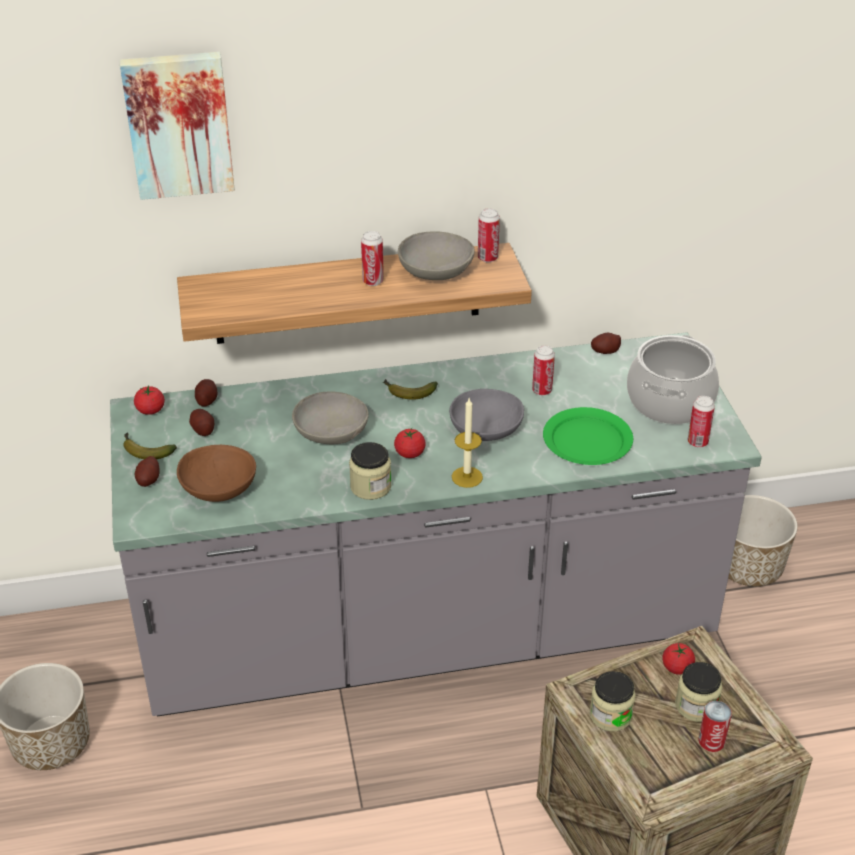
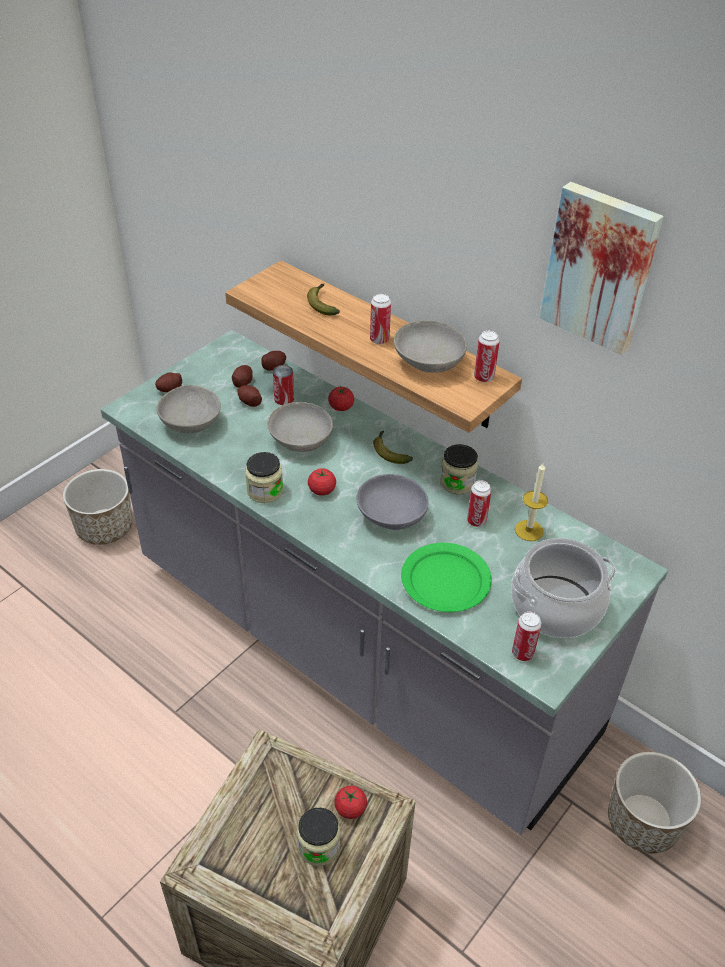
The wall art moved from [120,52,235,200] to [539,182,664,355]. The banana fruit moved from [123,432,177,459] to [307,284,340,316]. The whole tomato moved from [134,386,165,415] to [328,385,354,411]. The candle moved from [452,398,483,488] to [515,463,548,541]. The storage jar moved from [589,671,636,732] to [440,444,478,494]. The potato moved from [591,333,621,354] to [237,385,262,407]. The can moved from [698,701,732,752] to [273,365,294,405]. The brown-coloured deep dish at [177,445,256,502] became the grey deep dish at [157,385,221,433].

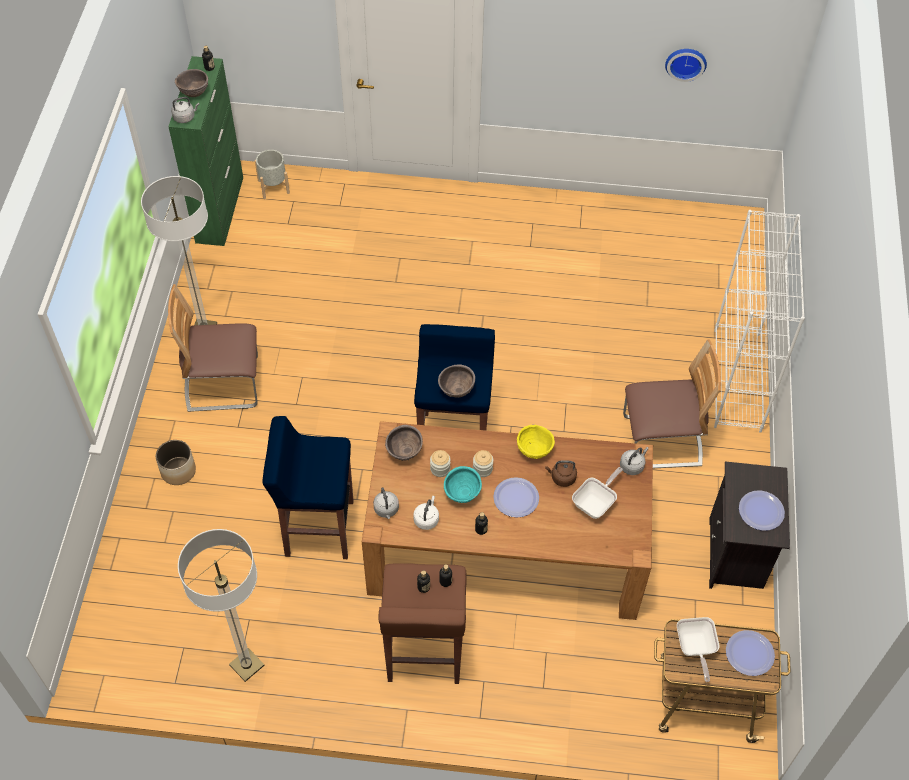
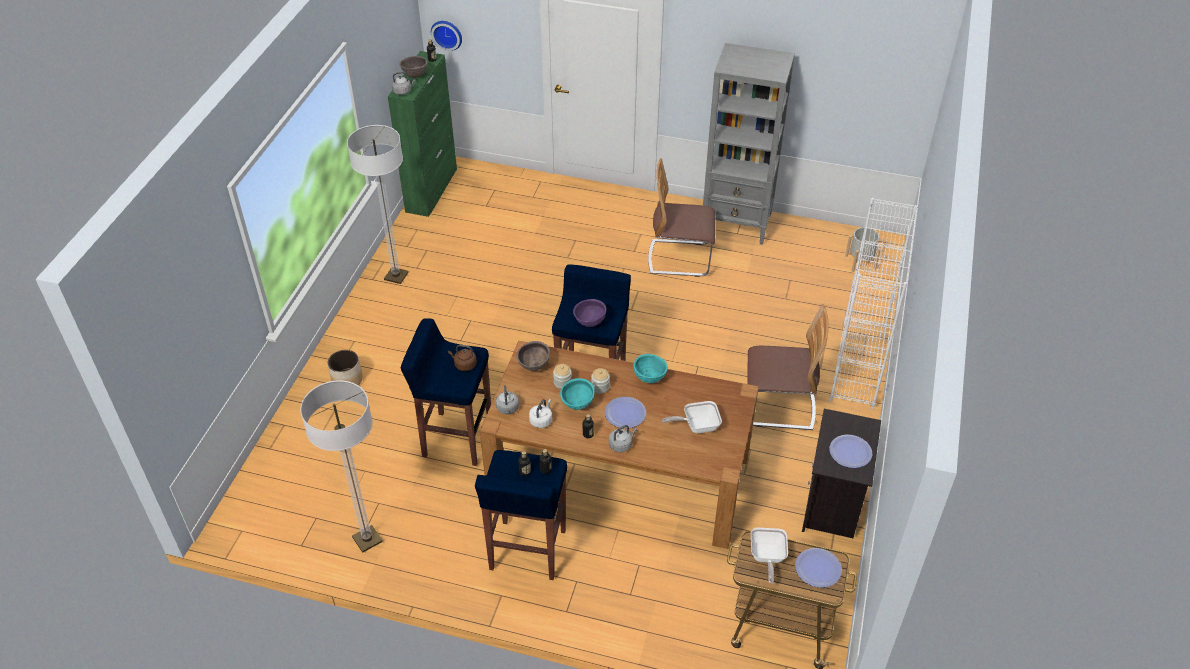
The grey bookcase at [703,43,795,245] appeared. The chair moved from [168,284,258,412] to [648,158,715,277]. The grey plant pot moved from [255,150,290,199] to [845,227,881,272]. The brown-coloured kettle moved from [545,460,577,487] to [448,345,477,371]. The grey kettle moved from [620,447,649,475] to [609,425,637,453]. The hanging clock moved from [665,49,707,82] to [431,21,462,51]. The brown-coloured stool seat at [379,563,467,684] became the blue-coloured stool seat at [475,450,567,580]. The brown-coloured deep dish at [438,364,475,398] became the purplish deep dish at [573,299,607,327]. The yellow-coloured deep dish at [517,425,555,459] became the turquoise-coloured deep dish at [633,354,668,383]. The skillet at [572,467,623,519] turned 150 degrees counterclockwise.

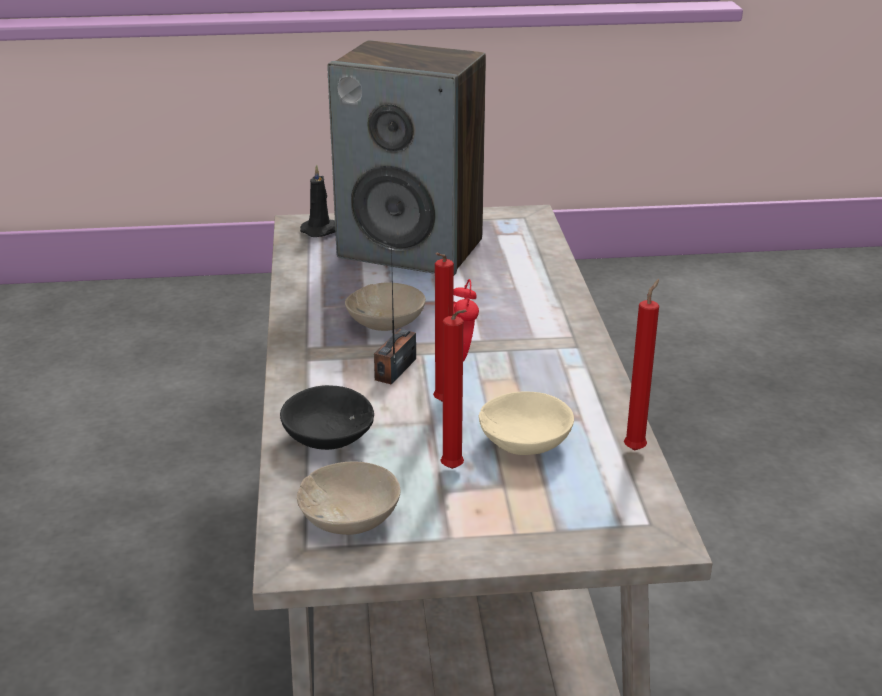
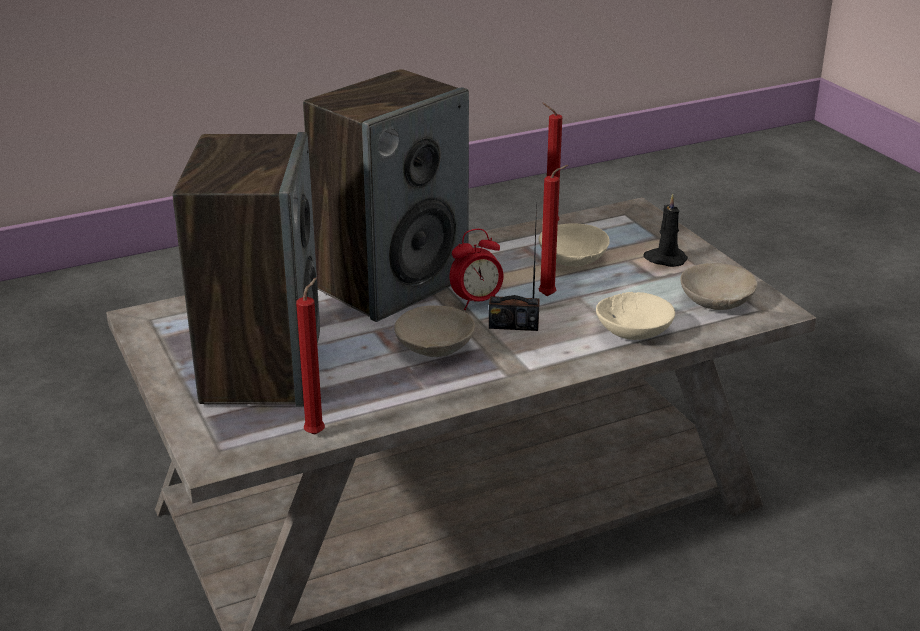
The speaker at [303,69,469,322] appeared. The blackish candle moved from [300,165,335,237] to [643,194,688,267]. The reddish candle moved from [440,310,466,469] to [296,278,325,435]. The blackish deep dish at [280,385,374,450] became the beige deep dish at [596,292,675,340].

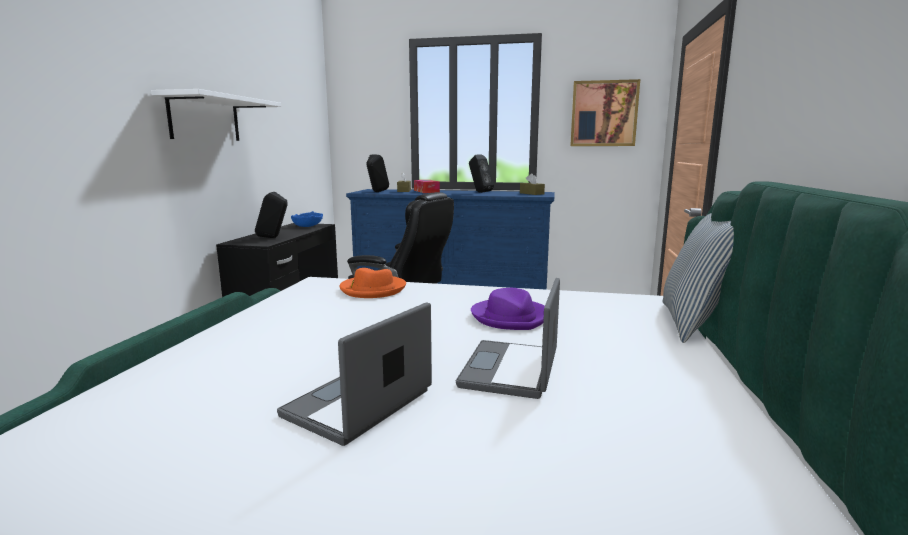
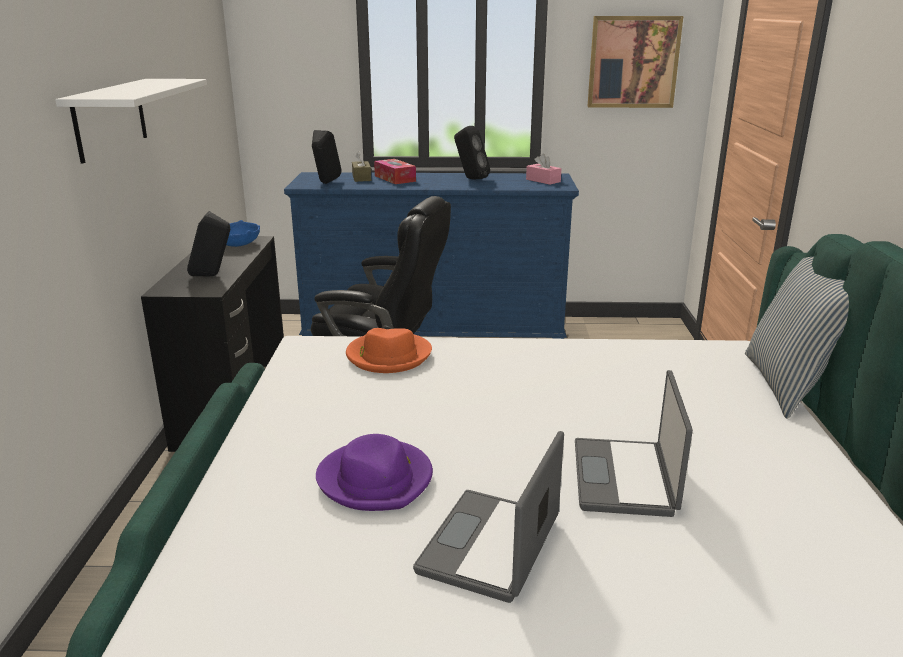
The purplish hat moved from [471,288,545,330] to [316,434,433,511]. The brown-coloured tissue holder at [520,173,545,195] became the pink-coloured tissue holder at [526,153,562,185].

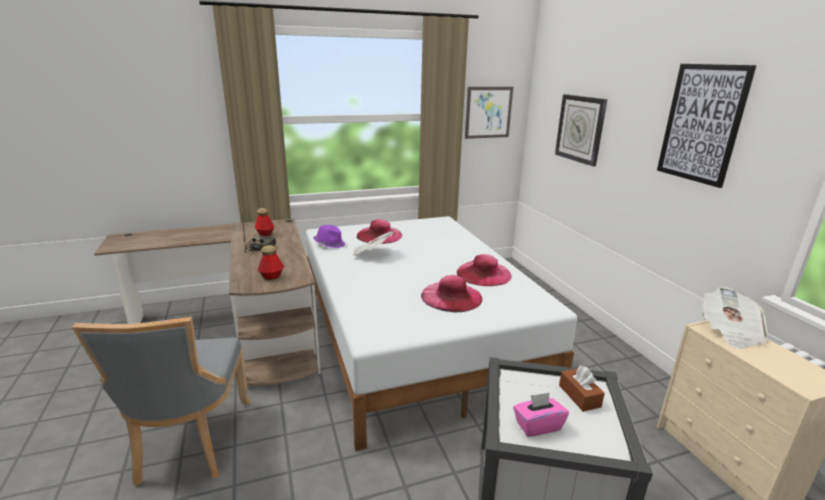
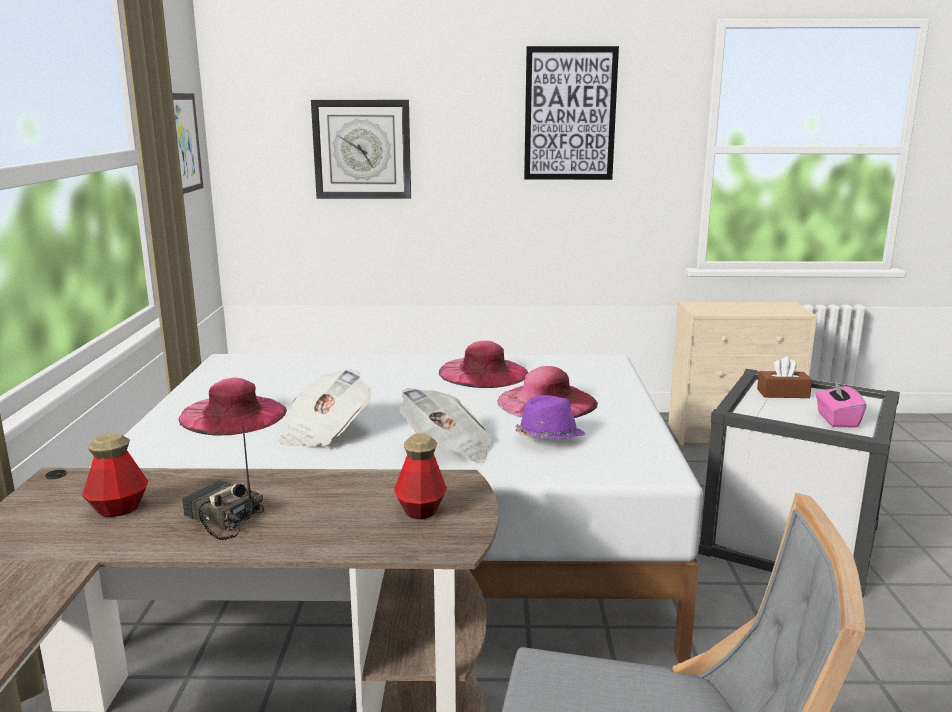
The purplish hat moved from [313,225,345,248] to [515,395,585,439]. The newspaper moved from [702,287,768,349] to [399,388,493,463].

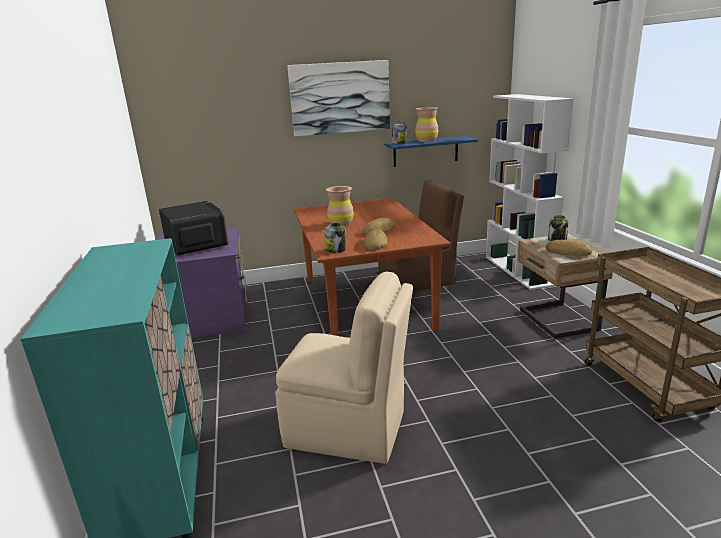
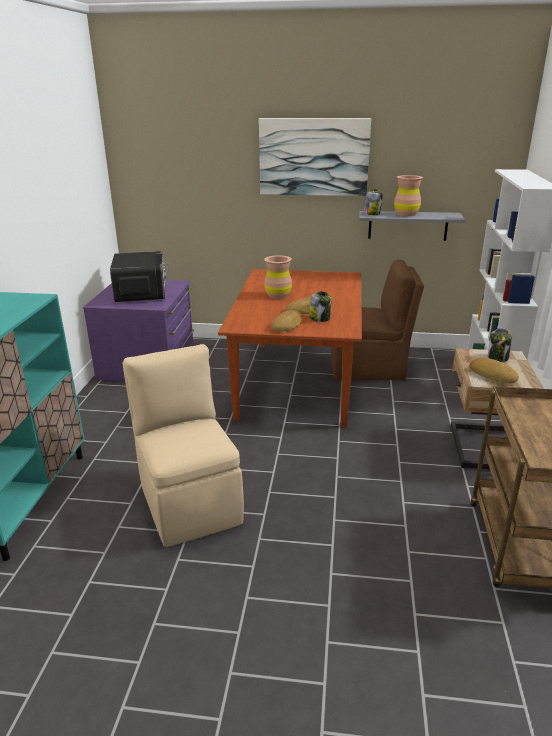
The storage jar moved from [325,223,346,253] to [309,291,332,322]. The blue-coloured shelf at [384,136,478,167] became the grey shelf at [359,211,465,241]. The beige chair at [275,272,413,464] turned 150 degrees counterclockwise.

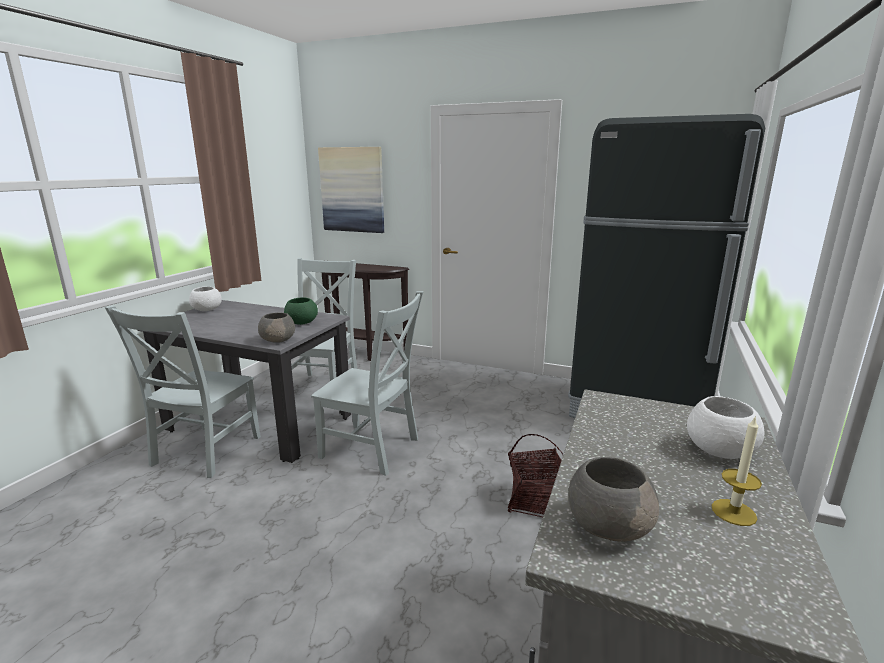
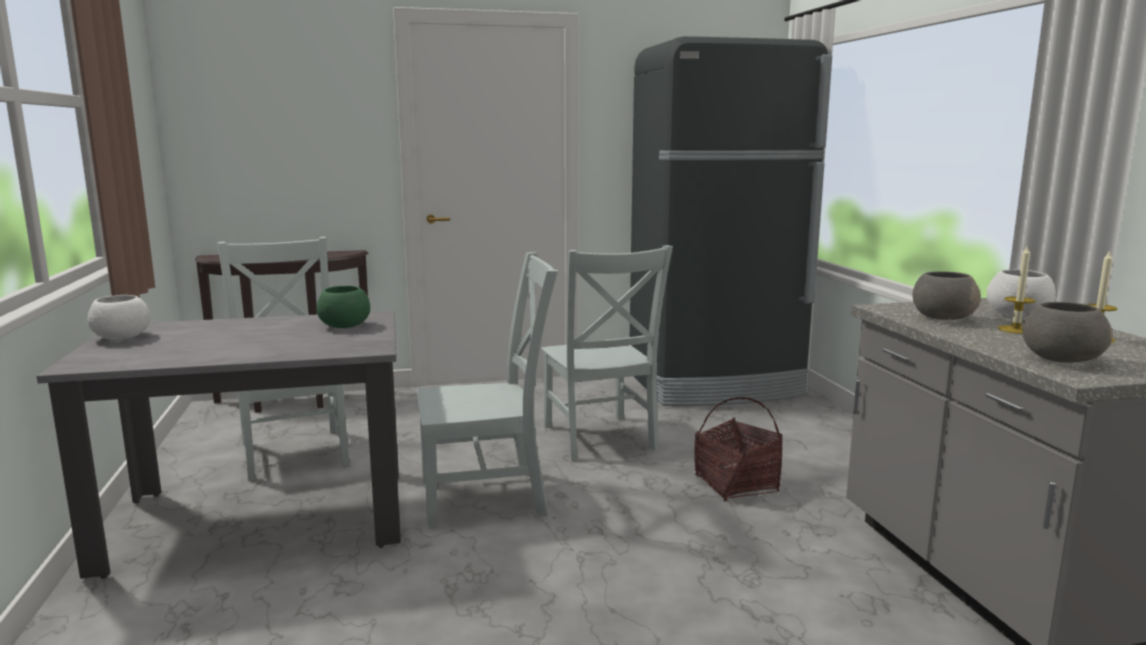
The wall art at [318,147,384,233] disappeared. The candle at [998,245,1035,334] appeared. The grey chair moved from [105,306,261,478] to [541,245,673,461]. The grey deep dish moved from [258,313,295,343] to [912,271,981,320].

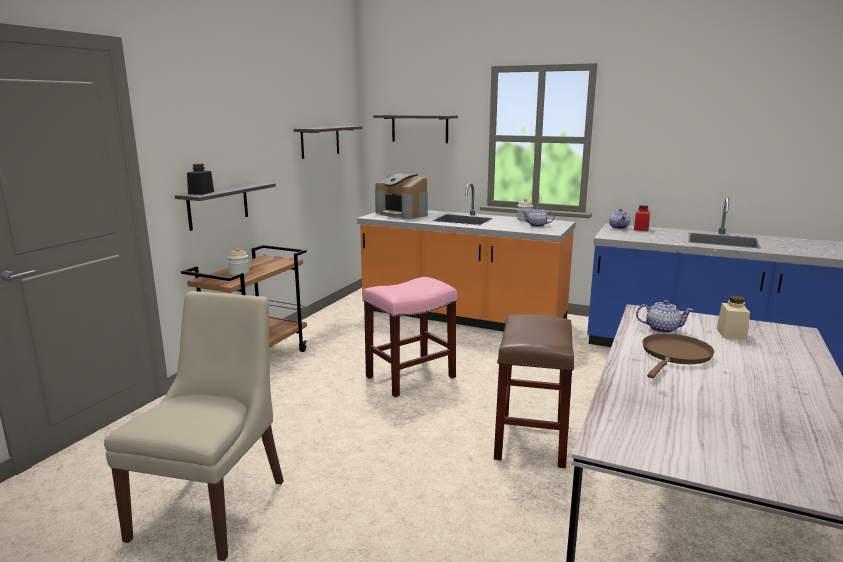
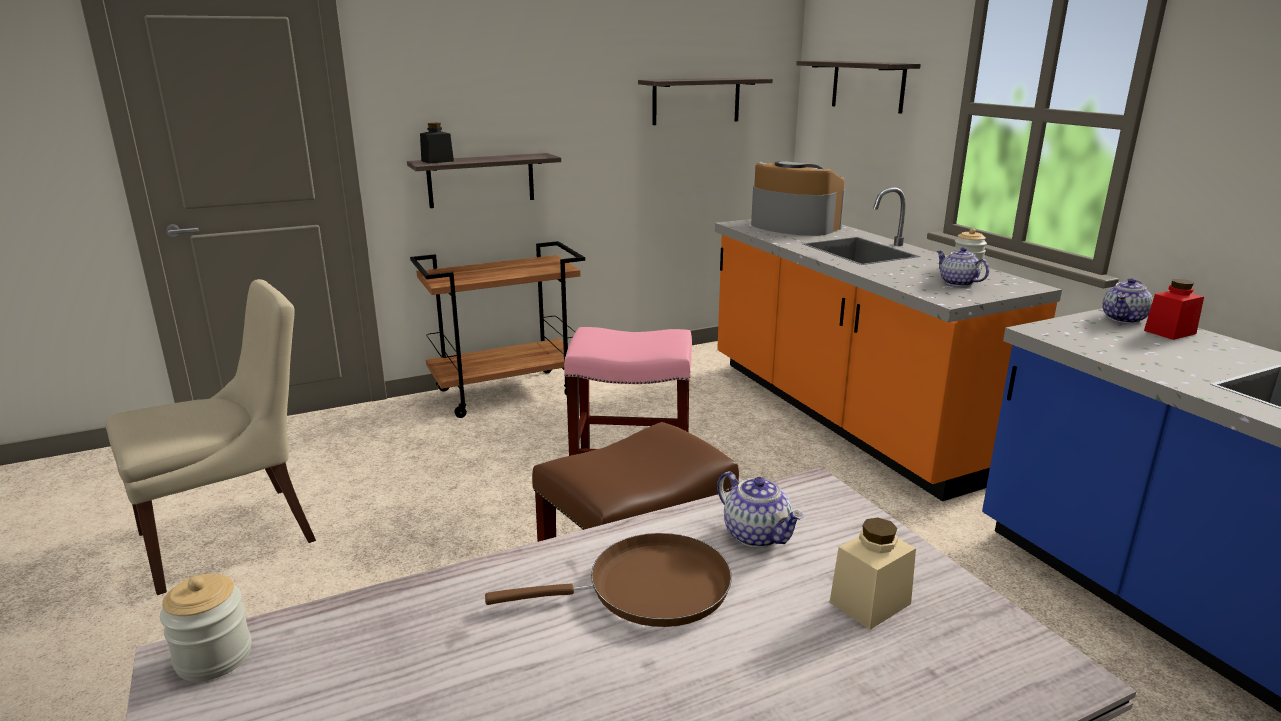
The storage jar moved from [228,248,249,276] to [160,574,251,682]. The coffee brewer at [375,173,428,219] turned 135 degrees clockwise.

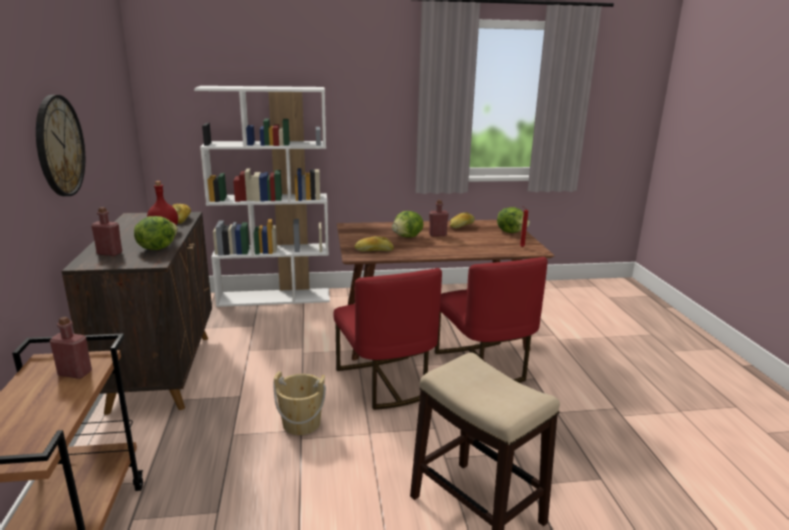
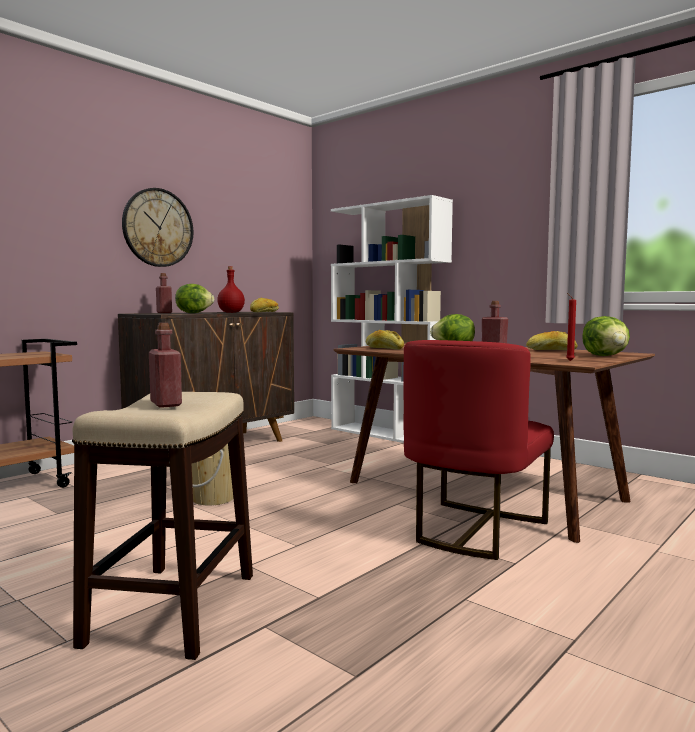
The reddish chair at [333,268,442,410] disappeared. The reddish beverage bottle moved from [50,317,92,379] to [149,323,182,408].

